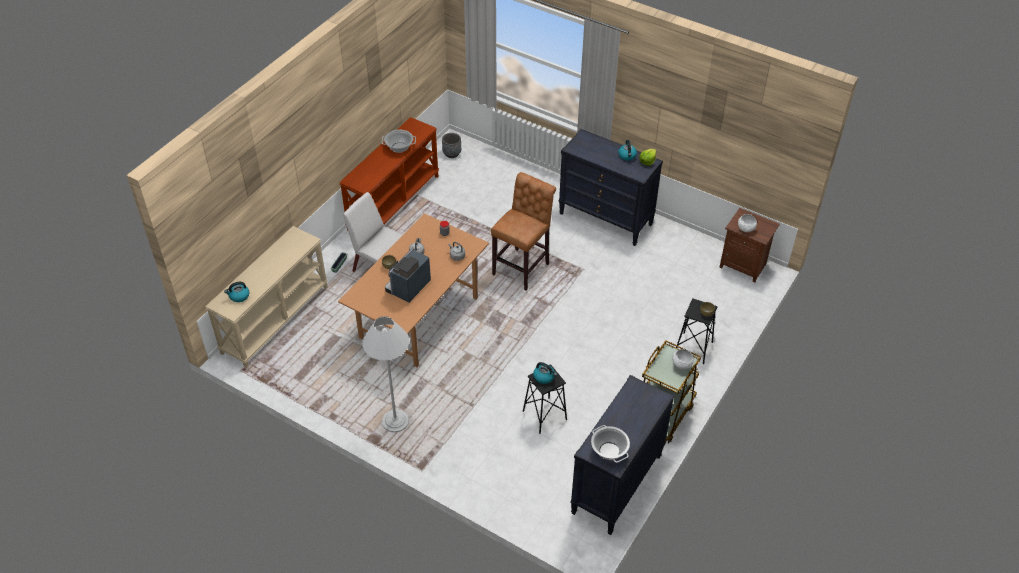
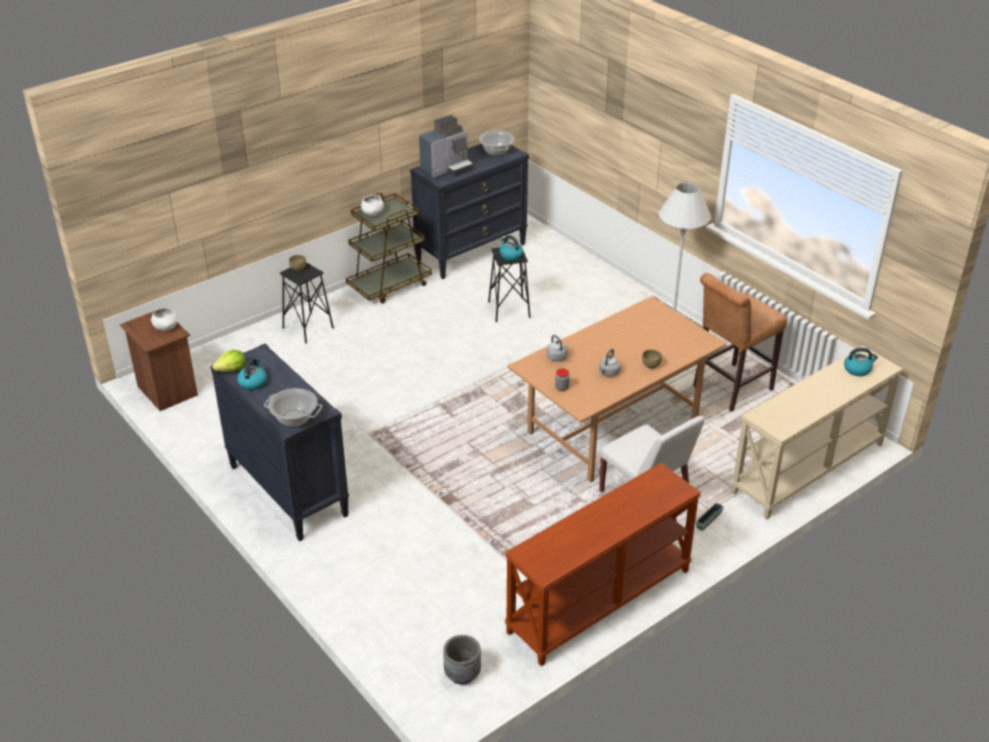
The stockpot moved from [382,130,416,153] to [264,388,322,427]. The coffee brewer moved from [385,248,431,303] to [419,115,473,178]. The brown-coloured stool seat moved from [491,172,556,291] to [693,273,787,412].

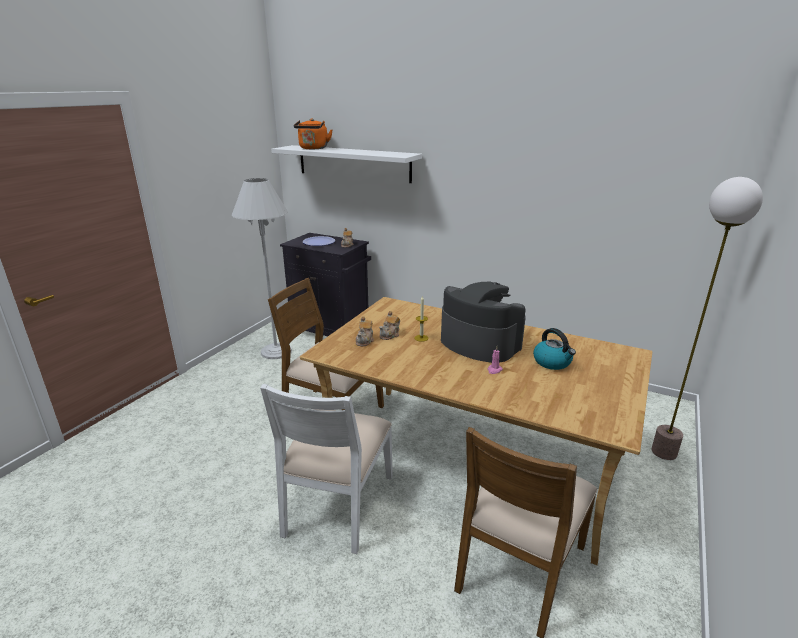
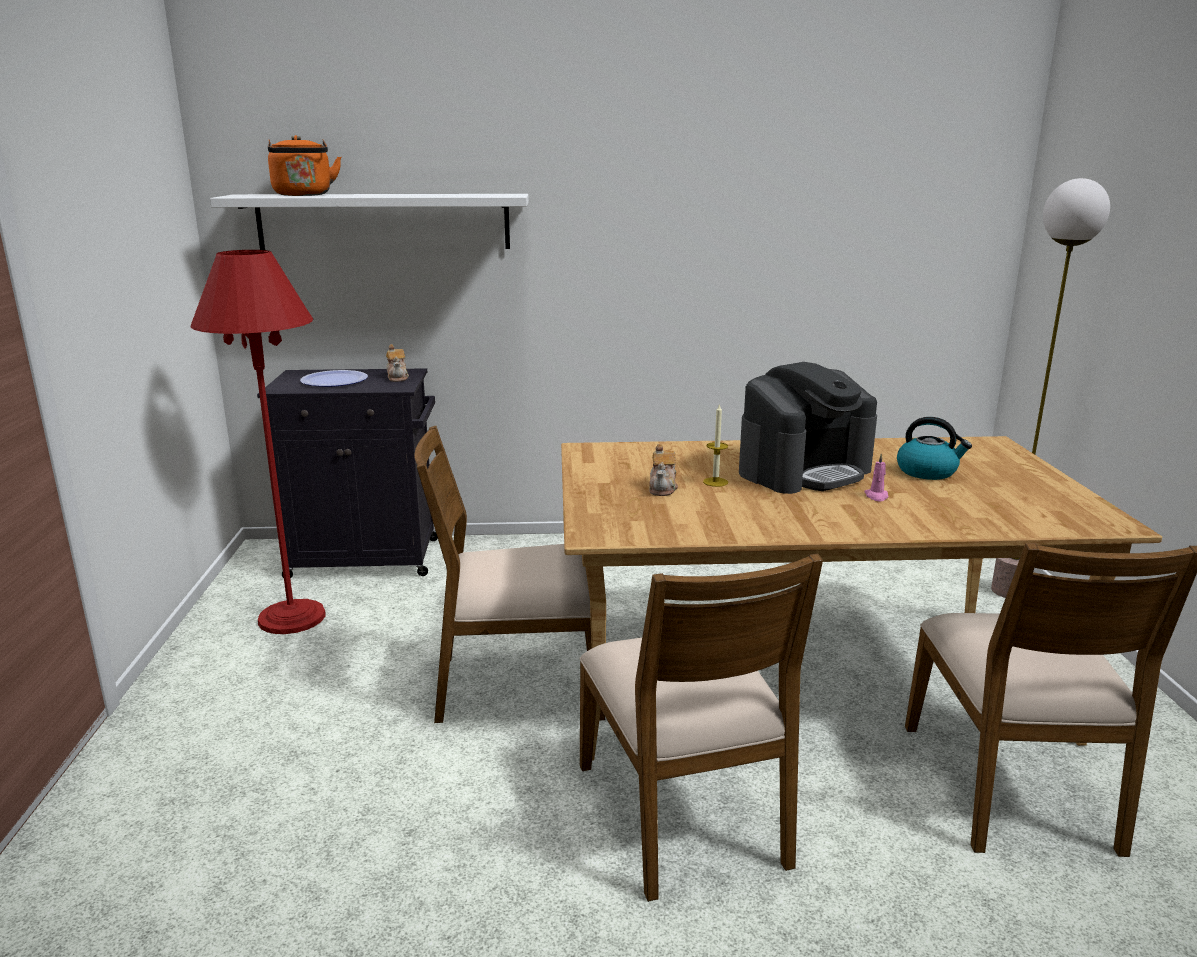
The pot for tea at [356,316,374,346] disappeared. The white floor lamp at [232,178,292,359] became the reddish floor lamp at [191,250,326,634]. The white chair at [260,384,393,554] became the brown-coloured chair at [579,554,823,902]. The coffee brewer at [441,282,526,363] turned 135 degrees clockwise.

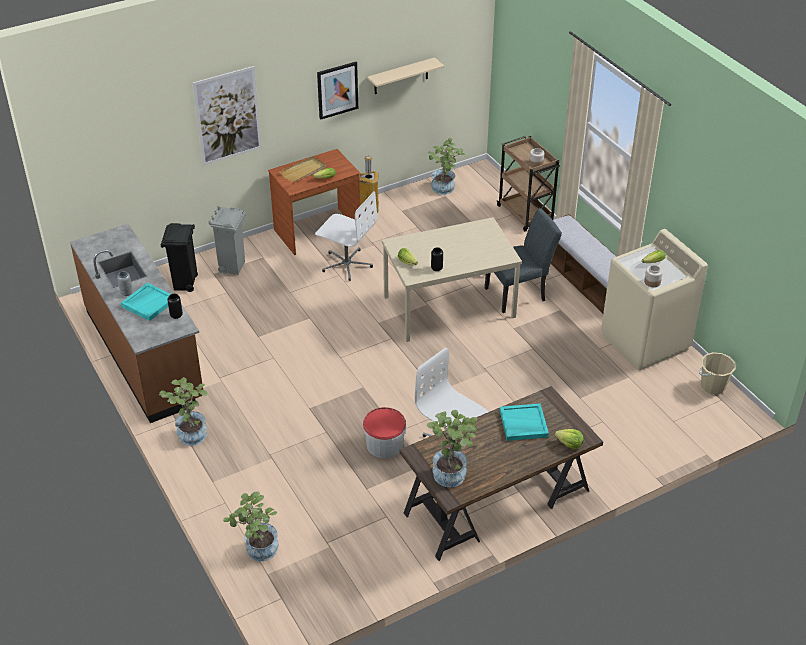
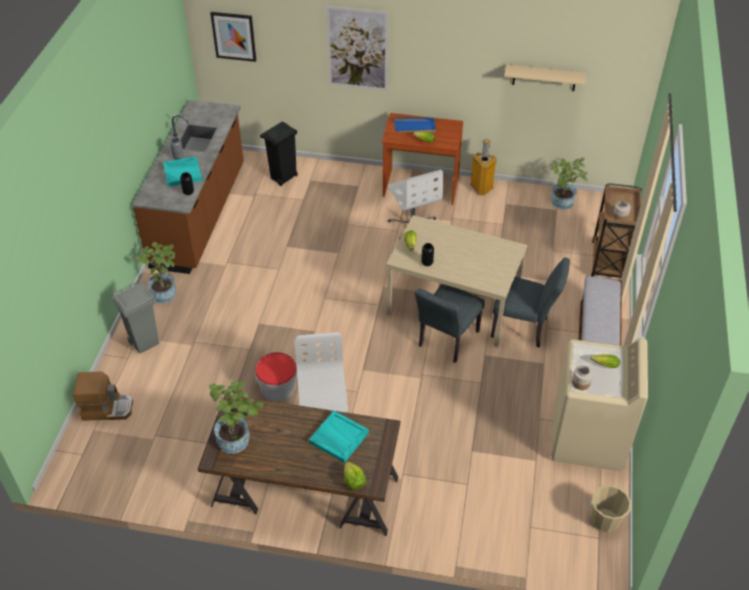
The grey chair at [415,284,485,363] appeared. The grey trash can moved from [208,206,246,275] to [112,281,159,354]. The wall art moved from [317,62,358,120] to [210,12,256,62]. The houseplant at [223,491,279,561] was replaced by the coffee brewer at [73,372,133,421]. The beige serving tray at [279,156,326,182] became the blue-coloured serving tray at [394,118,436,132].

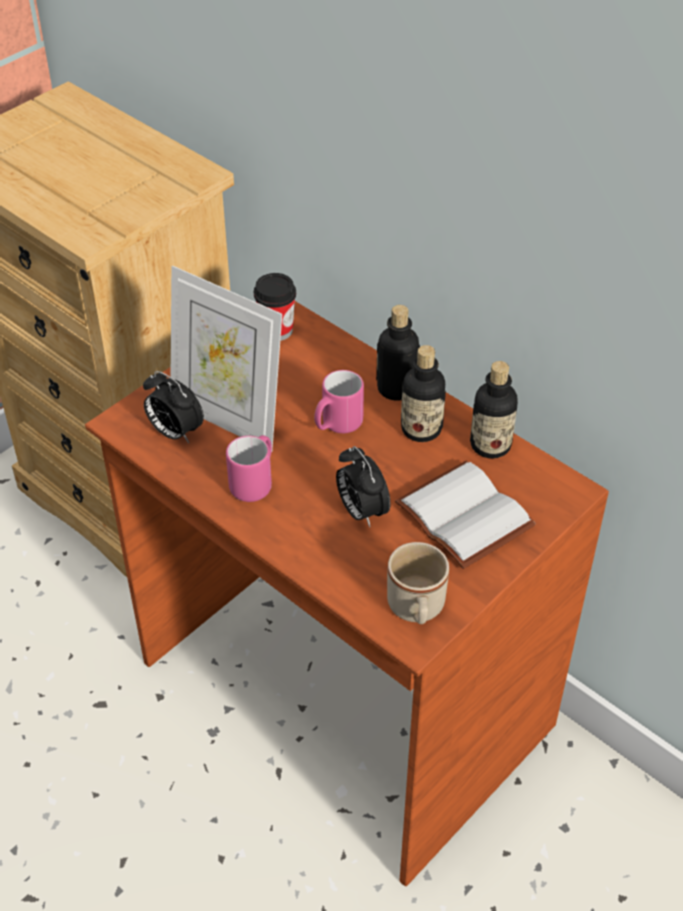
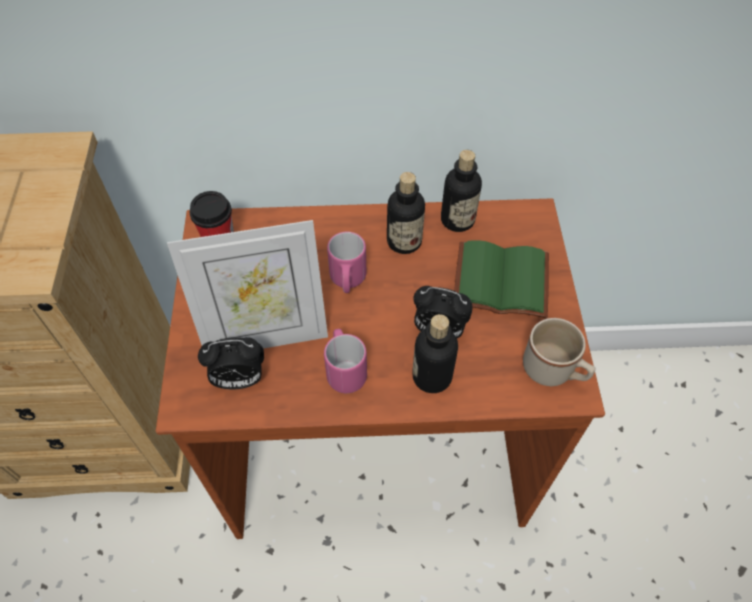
The beverage bottle moved from [376,305,420,401] to [412,314,458,393]. The white bound book at [395,461,536,569] became the green-coloured bound book at [454,240,549,318].

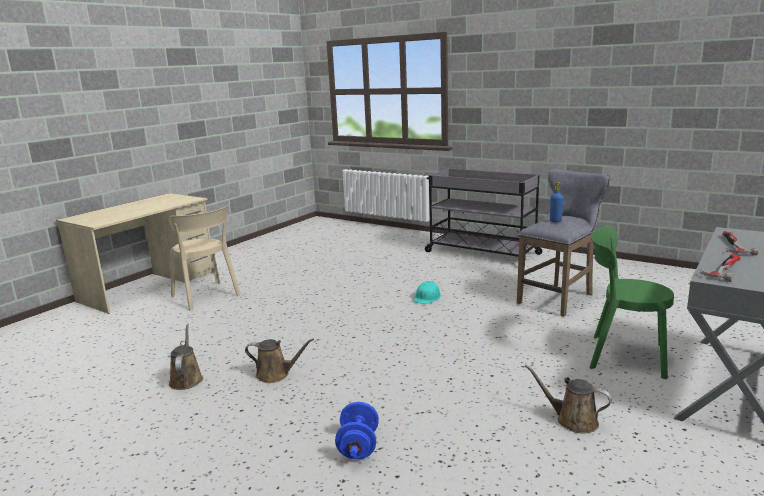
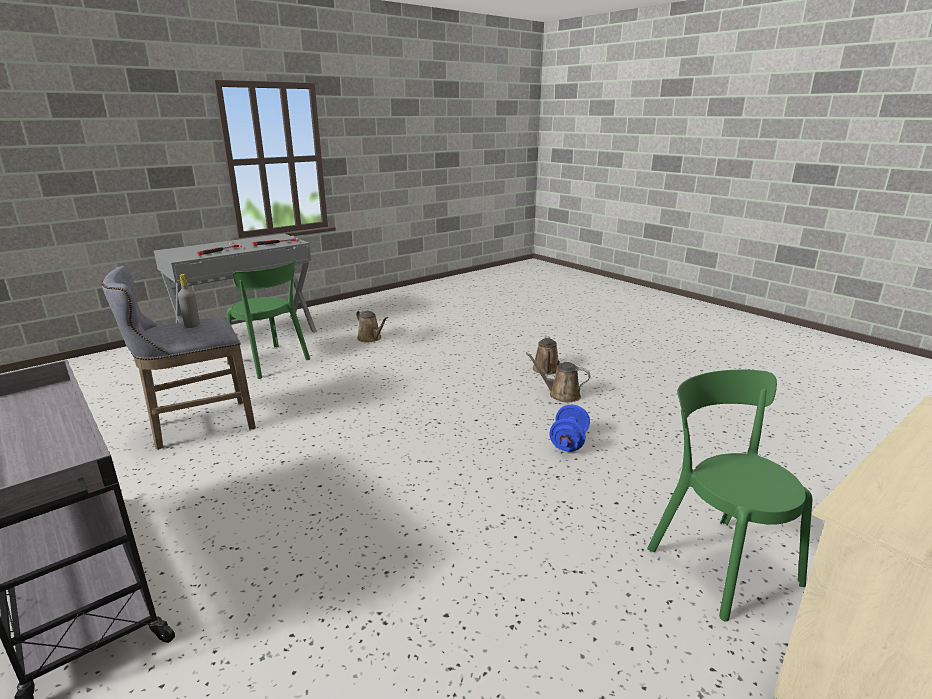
The turquoise-coloured hard hat at [413,281,441,304] disappeared. The brown-coloured watering can moved from [169,324,203,390] to [533,336,559,375]. The blue-coloured free weight moved from [335,402,379,459] to [549,405,590,452]. The beige chair at [169,205,241,310] became the green-coloured chair at [647,370,813,622]. The blue-coloured beverage bottle at [550,182,563,222] became the grey beverage bottle at [178,274,200,328].

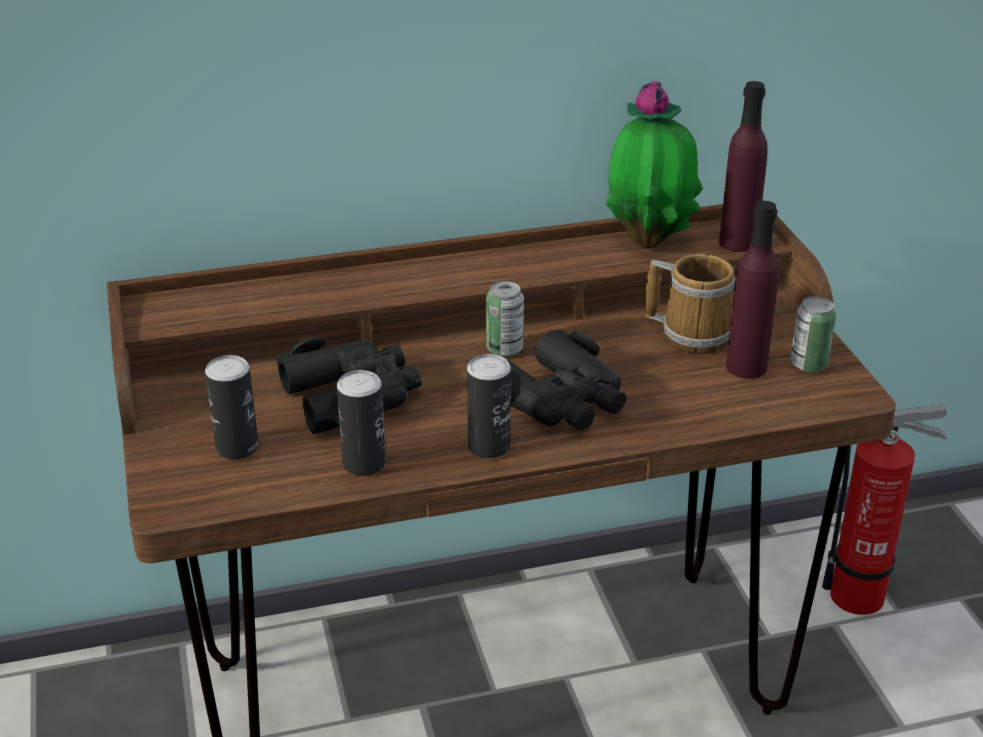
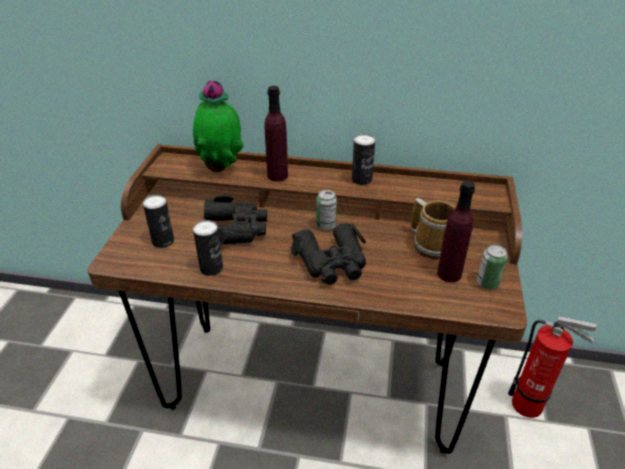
The can moved from [467,354,511,458] to [352,134,375,185]. The houseplant moved from [606,81,703,249] to [193,80,244,173]. The purplish beverage bottle moved from [719,81,768,252] to [264,86,288,182].

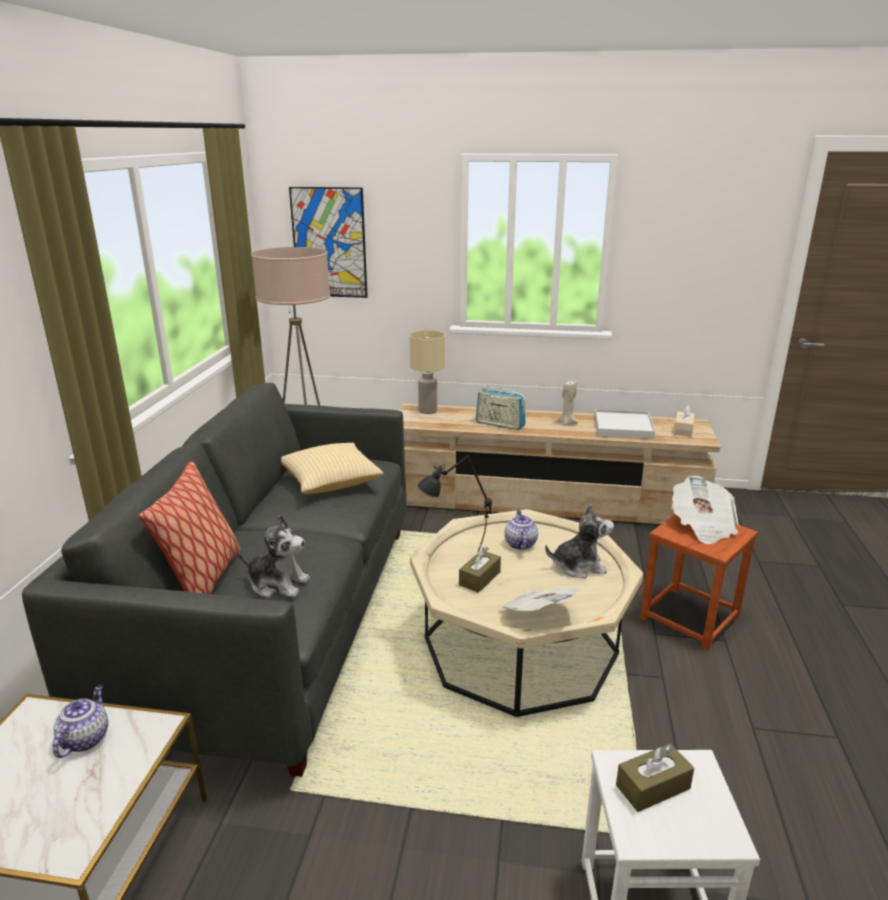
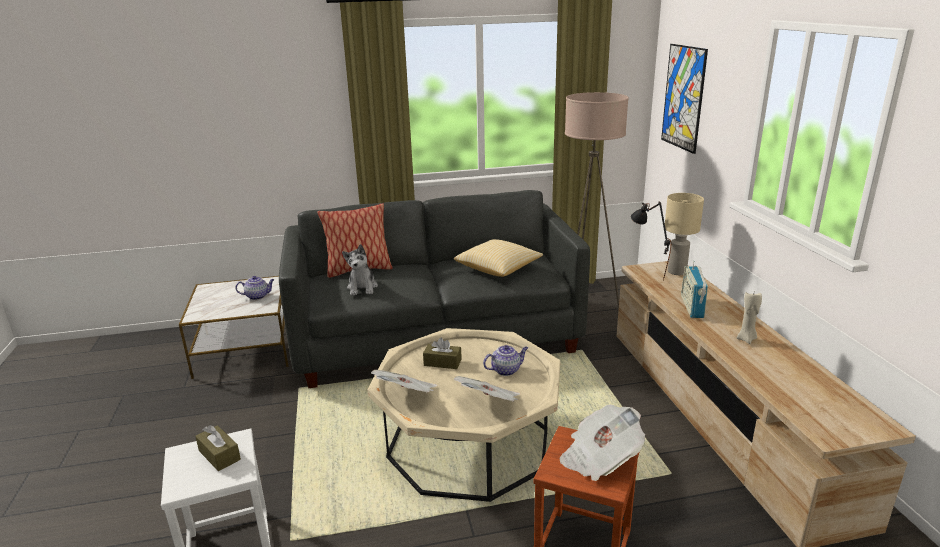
The white serving tray at [595,409,655,439] disappeared. The beige tissue holder at [674,405,694,437] disappeared. The blackish lamp for a table moved from [417,455,492,552] to [631,202,671,281]. The plush toy at [545,504,614,578] was replaced by the newspaper at [454,376,520,402].

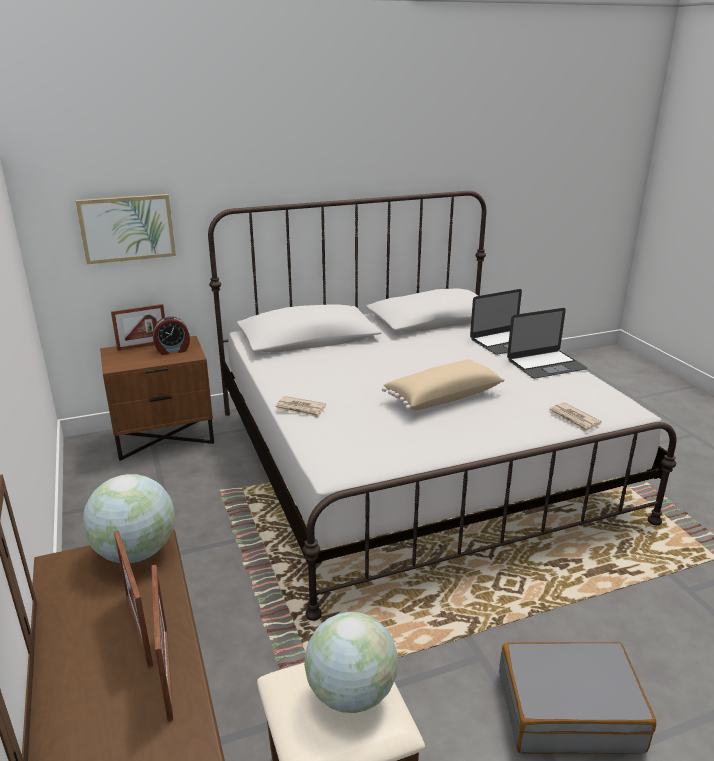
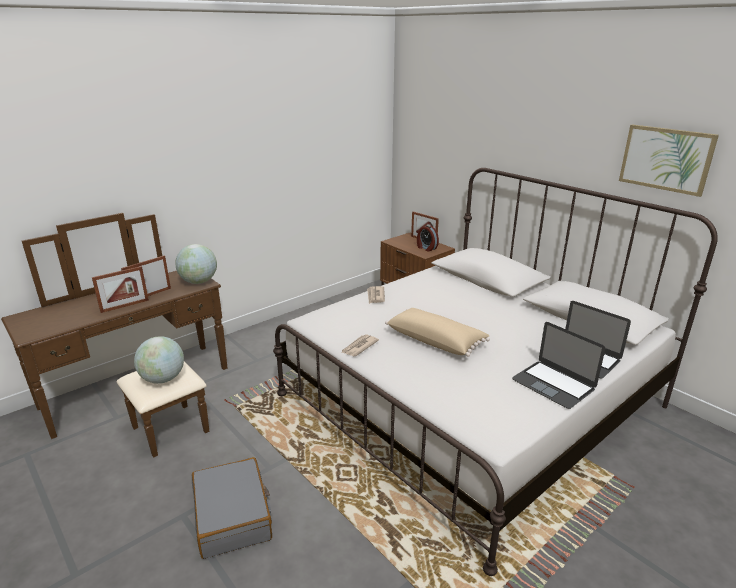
The wall art moved from [76,194,176,264] to [619,124,719,197]. The newspaper moved from [548,402,602,433] to [341,334,379,356].

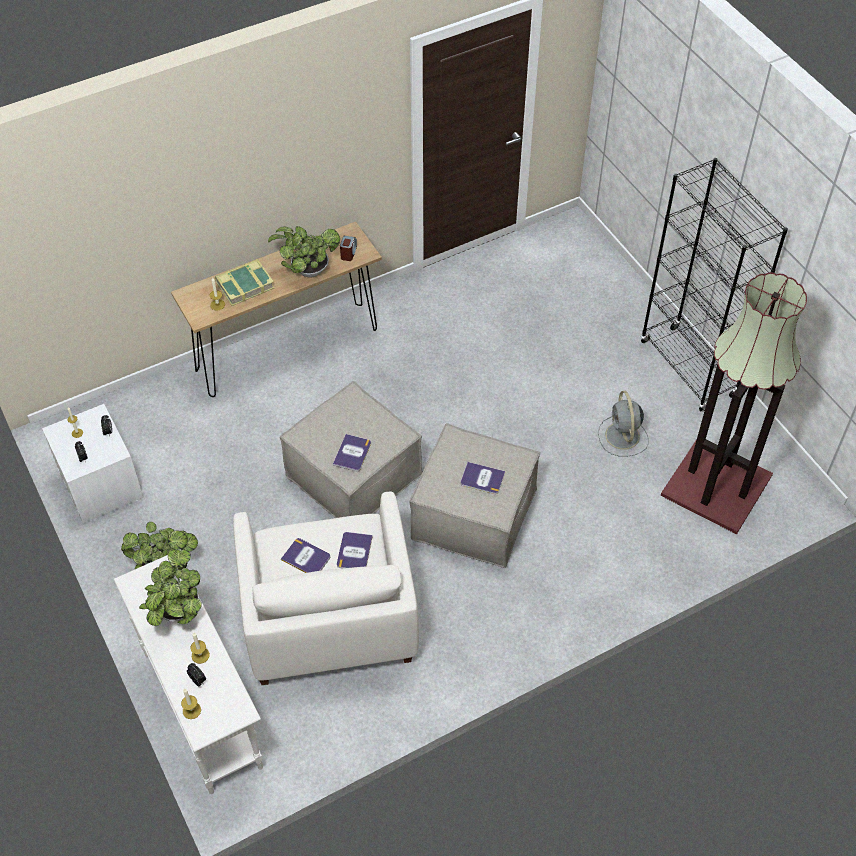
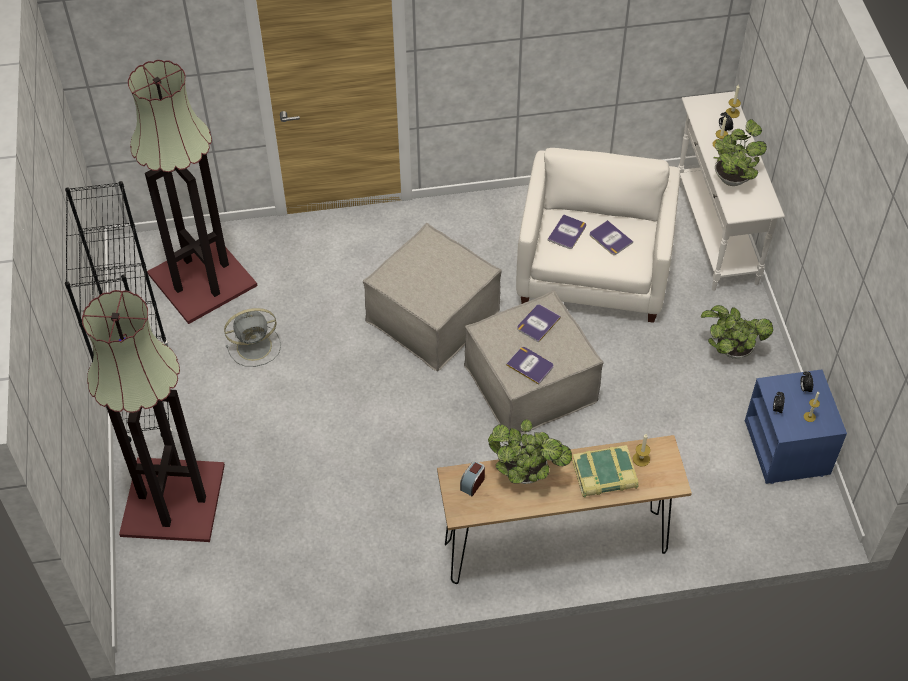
The floor lamp at [82,290,225,542] appeared. The bound book moved from [461,462,505,494] to [506,347,554,385]. The white night table at [42,404,143,523] became the blue-coloured night table at [745,369,847,484]. The grey cooling fan at [598,391,649,457] turned 60 degrees clockwise.

